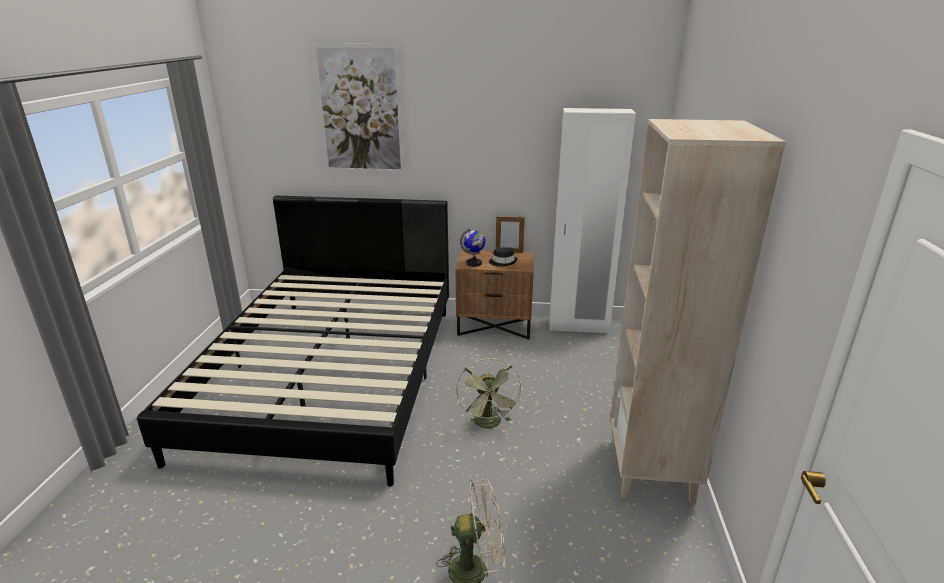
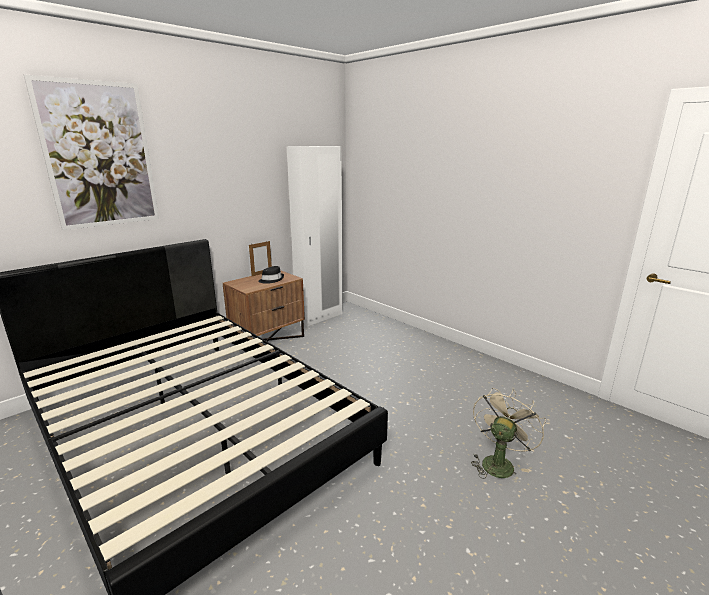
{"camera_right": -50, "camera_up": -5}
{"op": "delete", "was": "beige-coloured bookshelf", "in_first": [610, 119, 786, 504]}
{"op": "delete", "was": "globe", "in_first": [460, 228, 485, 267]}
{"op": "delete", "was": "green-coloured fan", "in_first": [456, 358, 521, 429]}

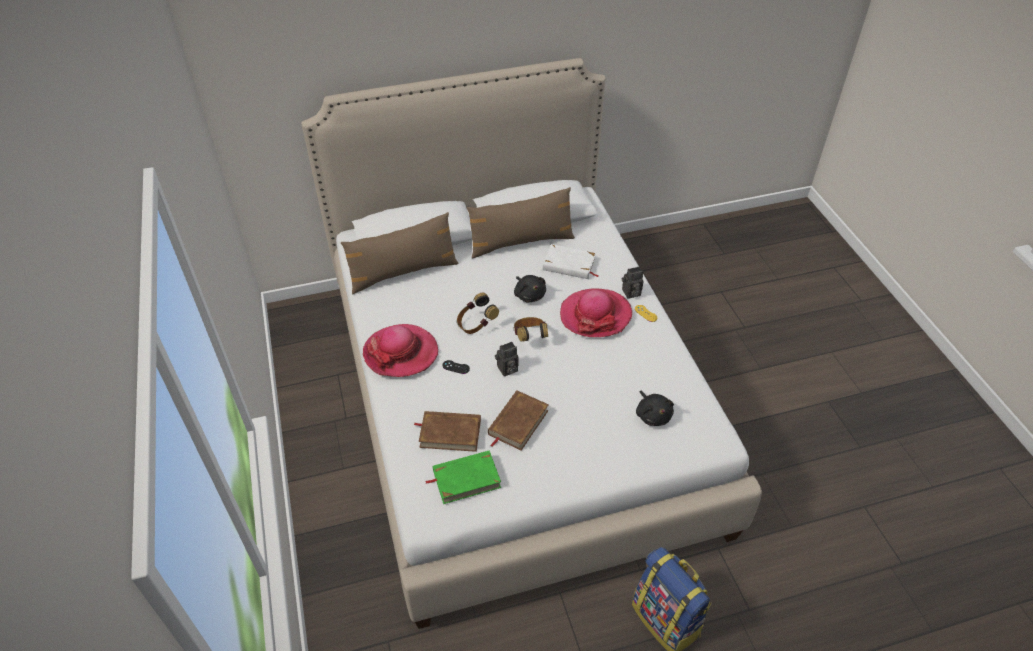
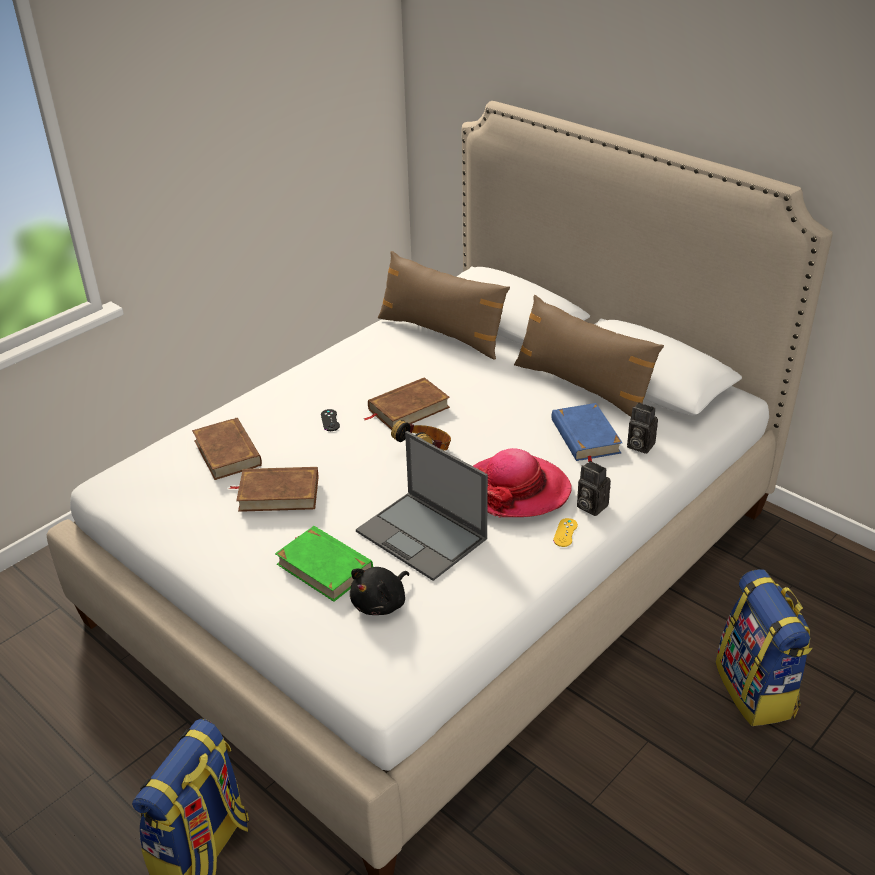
{"camera_right": 60, "camera_up": -10}
{"op": "recolor", "was": "white book", "now": "blue-coloured book", "in_first": [543, 244, 598, 279], "in_second": [552, 403, 622, 462]}
{"op": "delete", "was": "blackish cuddly toy", "in_first": [514, 275, 546, 302]}
{"op": "replace", "was": "headset", "now": "brown book", "in_first": [457, 293, 499, 334], "in_second": [364, 377, 450, 430]}
{"op": "delete", "was": "hat", "in_first": [363, 324, 438, 377]}
{"op": "move", "was": "still camera", "in_first": [495, 342, 519, 376], "in_second": [627, 403, 658, 454]}
{"op": "move", "was": "green-coloured book", "in_first": [425, 451, 501, 504], "in_second": [275, 526, 373, 602]}
{"op": "insert", "now": "laptop", "in_second": [356, 431, 488, 581]}
{"op": "insert", "now": "backpack", "in_second": [716, 569, 813, 726]}

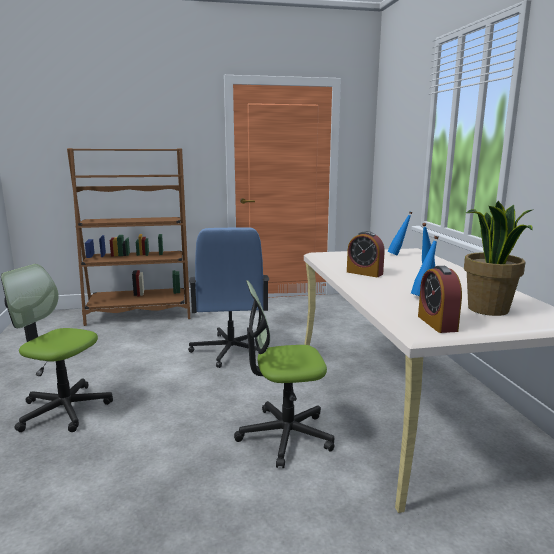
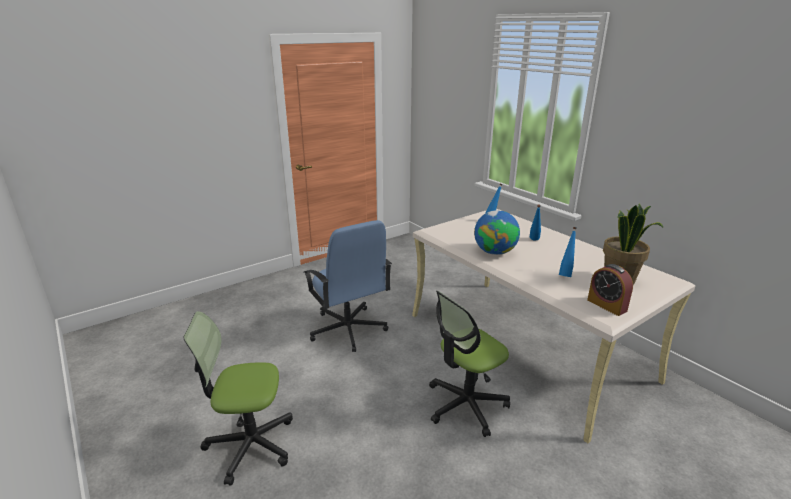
{"camera_right": -25, "camera_up": 10}
{"op": "delete", "was": "brown bookshelf", "in_first": [67, 148, 190, 326]}
{"op": "replace", "was": "alarm clock", "now": "globe", "in_first": [347, 231, 385, 277], "in_second": [474, 210, 520, 255]}

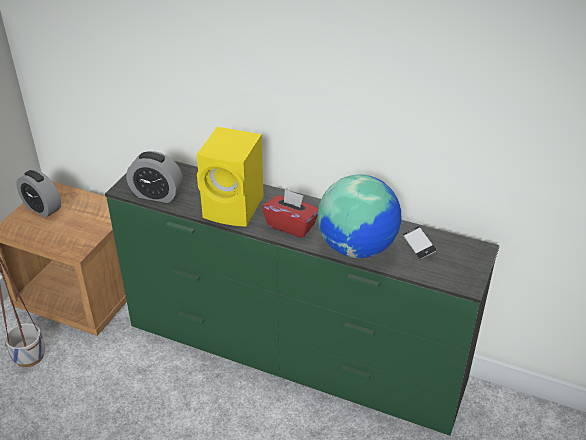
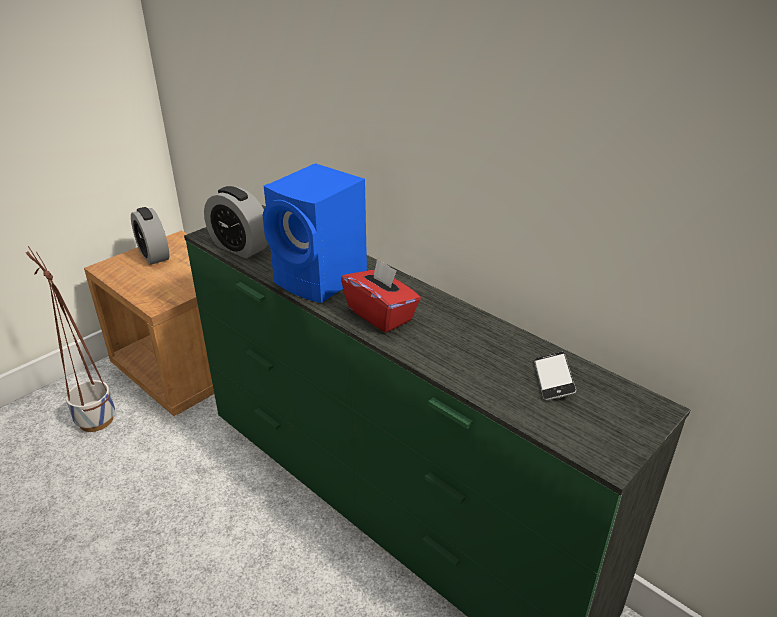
{"camera_right": 20, "camera_up": -5}
{"op": "recolor", "was": "yellow-coloured audio speaker", "now": "blue-coloured audio speaker", "in_first": [197, 127, 264, 227], "in_second": [263, 163, 367, 303]}
{"op": "delete", "was": "globe", "in_first": [317, 174, 401, 258]}

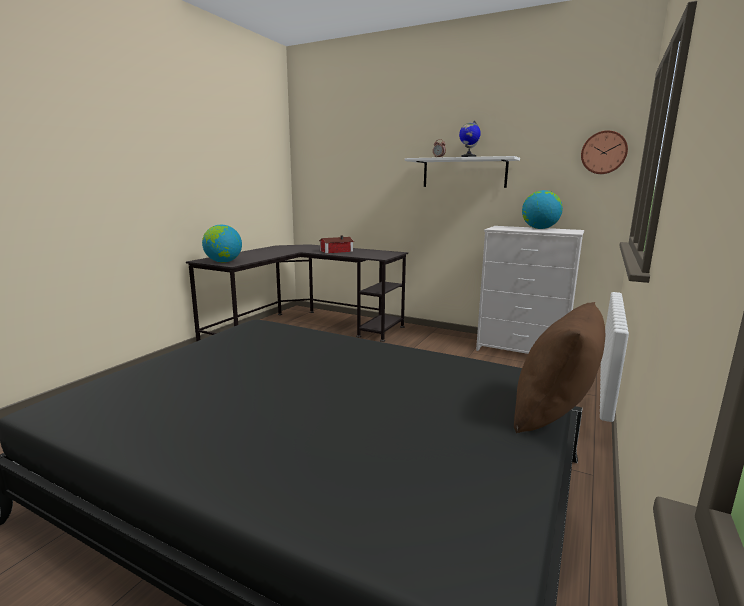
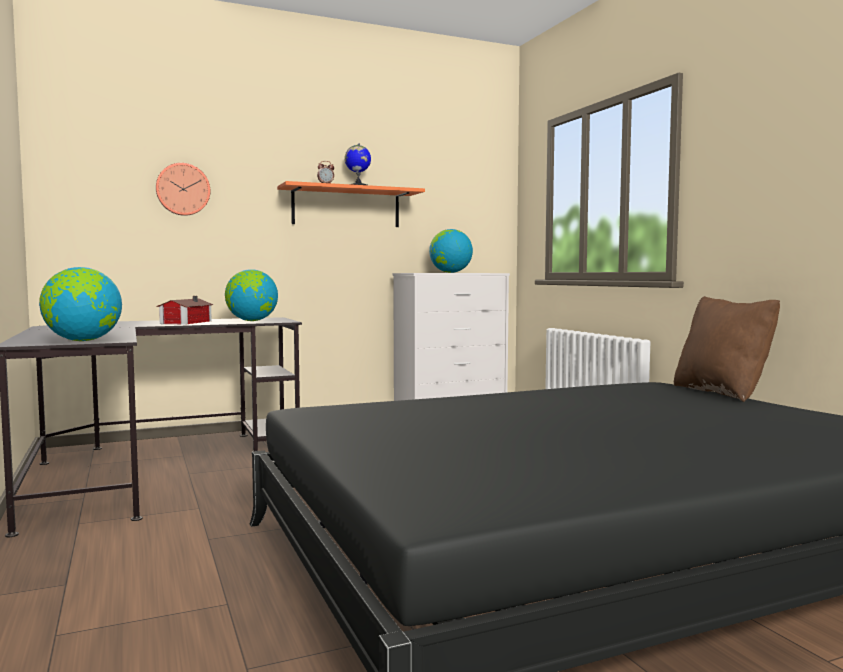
{"camera_right": -50, "camera_up": -10}
{"op": "move", "was": "hanging clock", "in_first": [581, 130, 628, 174], "in_second": [156, 163, 210, 216]}
{"op": "recolor", "was": "white shelf", "now": "orangey shelf", "in_first": [405, 156, 520, 188], "in_second": [277, 181, 425, 227]}
{"op": "insert", "now": "globe", "in_second": [225, 269, 278, 321]}

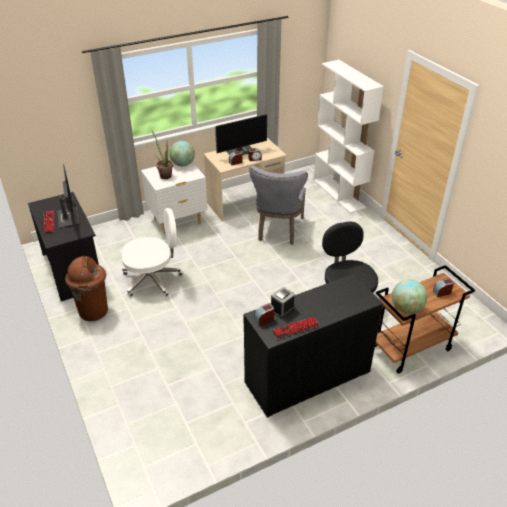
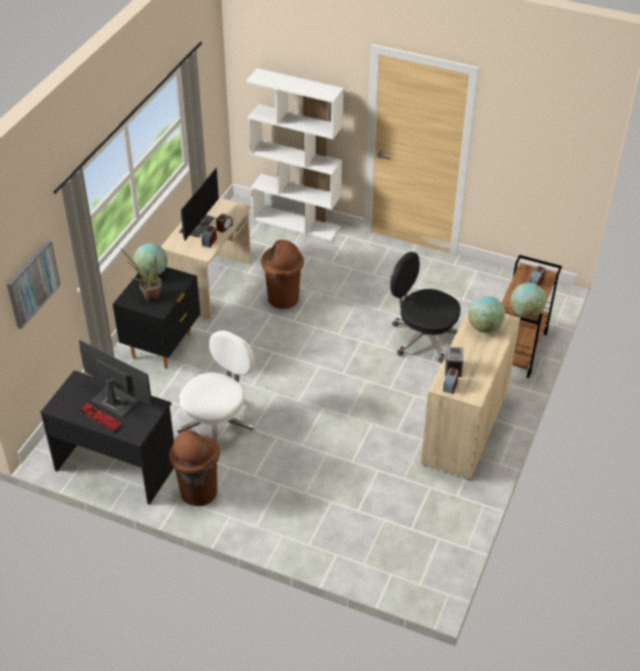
{"camera_right": -40, "camera_up": 5}
{"op": "recolor", "was": "white bedside table", "now": "blackish bedside table", "in_first": [141, 162, 208, 234], "in_second": [113, 267, 200, 369]}
{"op": "replace", "was": "gray upright chair", "now": "brown trash can", "in_first": [249, 166, 308, 245], "in_second": [261, 240, 304, 309]}
{"op": "recolor", "was": "blackish cabinet", "now": "beige-coloured cabinet", "in_first": [244, 274, 383, 418], "in_second": [421, 304, 521, 481]}
{"op": "delete", "was": "PC keyboard", "in_first": [272, 317, 320, 339]}
{"op": "insert", "now": "picture", "in_second": [7, 240, 61, 329]}
{"op": "insert", "now": "globe", "in_second": [468, 296, 505, 333]}

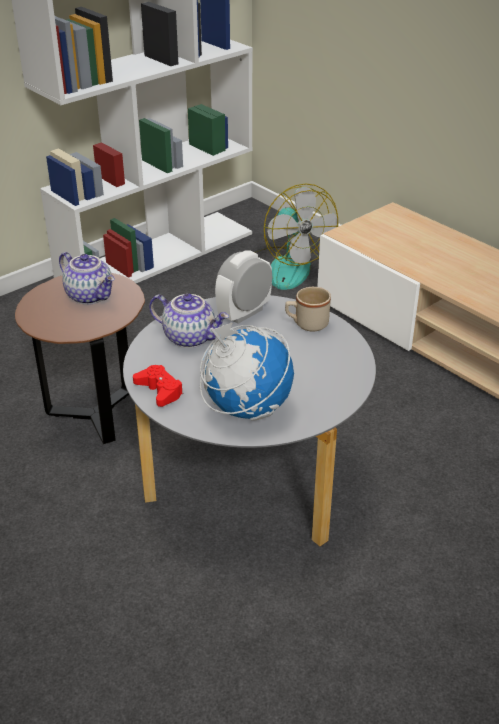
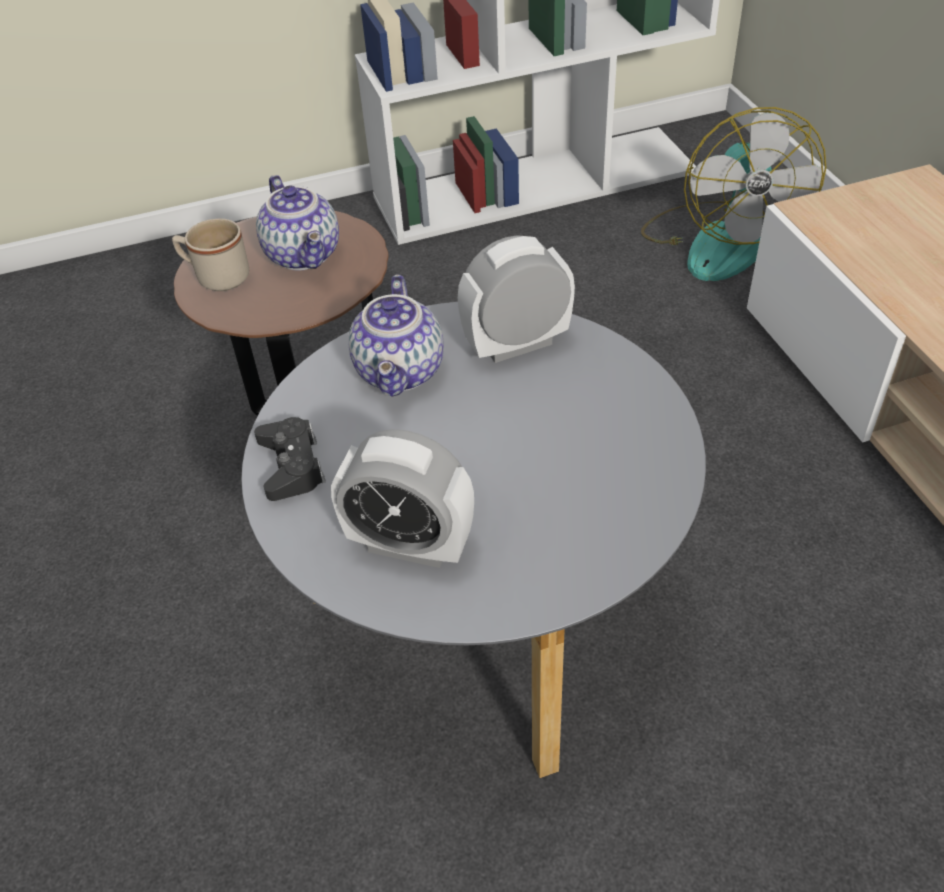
{"camera_right": 25, "camera_up": 10}
{"op": "move", "was": "beige-coloured coffee mug", "in_first": [285, 287, 331, 332], "in_second": [172, 219, 249, 291]}
{"op": "rotate", "was": "tea pot", "in_first": [149, 293, 229, 348], "in_second": [348, 275, 444, 397], "clockwise": 45}
{"op": "replace", "was": "globe", "now": "alarm clock", "in_first": [200, 322, 294, 421], "in_second": [331, 429, 474, 568]}
{"op": "recolor", "was": "red-coloured game controller", "now": "blackish game controller", "in_first": [133, 365, 183, 407], "in_second": [254, 417, 326, 501]}

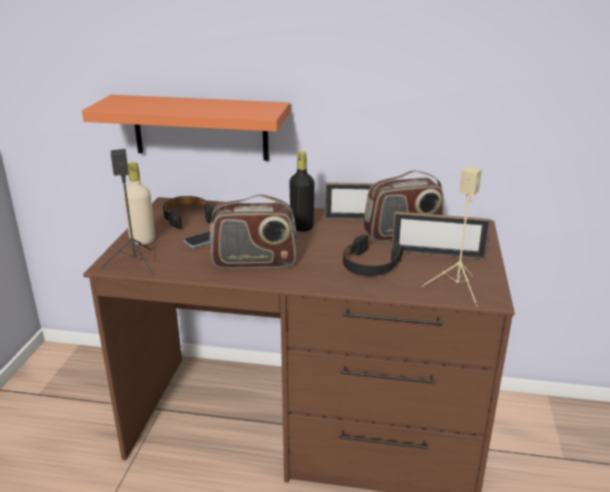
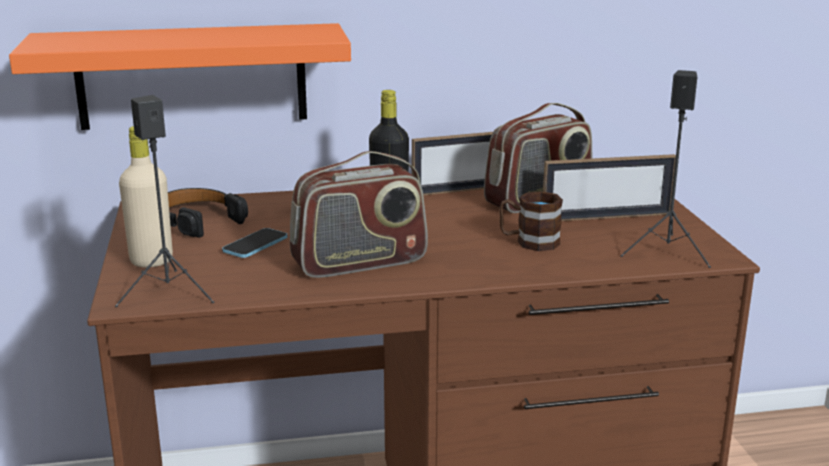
{"camera_right": -20, "camera_up": -5}
{"op": "recolor", "was": "beige-coloured audio speaker", "now": "blackish audio speaker", "in_first": [422, 166, 482, 306], "in_second": [620, 70, 711, 268]}
{"op": "replace", "was": "blackish headset", "now": "brown coffee mug", "in_first": [343, 234, 403, 276], "in_second": [499, 191, 563, 251]}

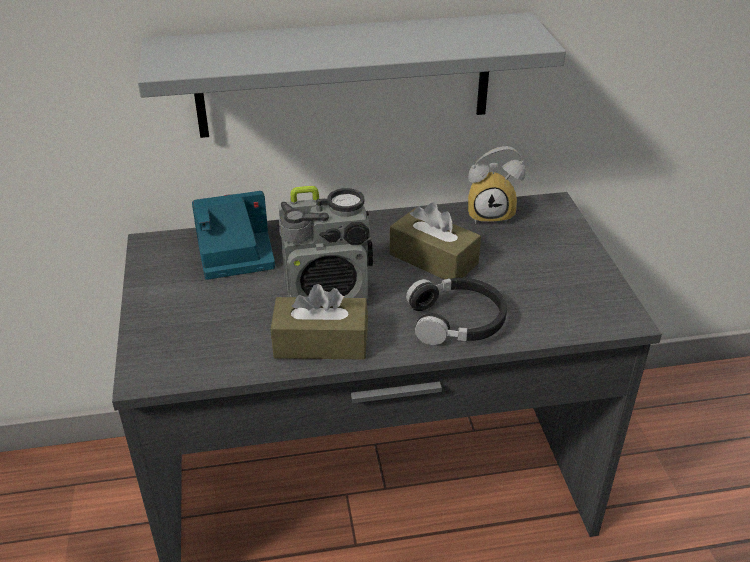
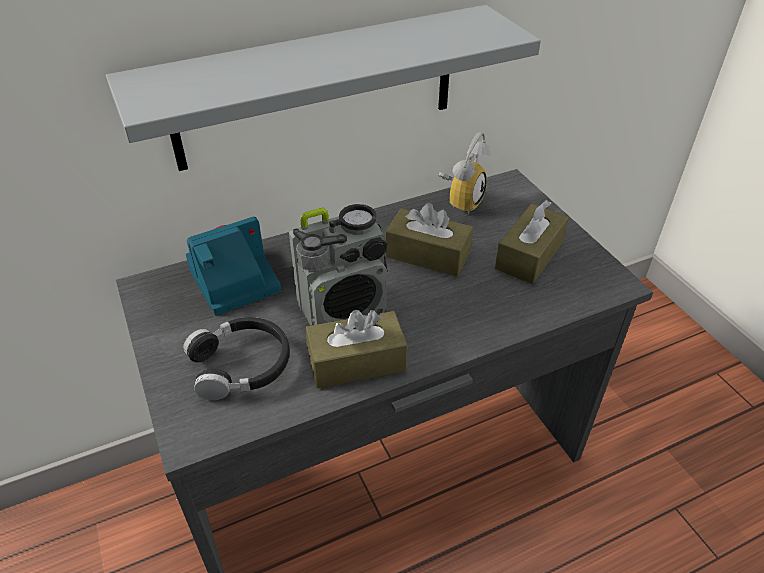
{"camera_right": -15, "camera_up": 5}
{"op": "rotate", "was": "alarm clock", "in_first": [468, 146, 526, 224], "in_second": [439, 132, 491, 214], "clockwise": -45}
{"op": "move", "was": "blackish headset", "in_first": [406, 278, 507, 345], "in_second": [183, 317, 290, 400]}
{"op": "insert", "now": "brown tissue box", "in_second": [495, 200, 569, 284]}

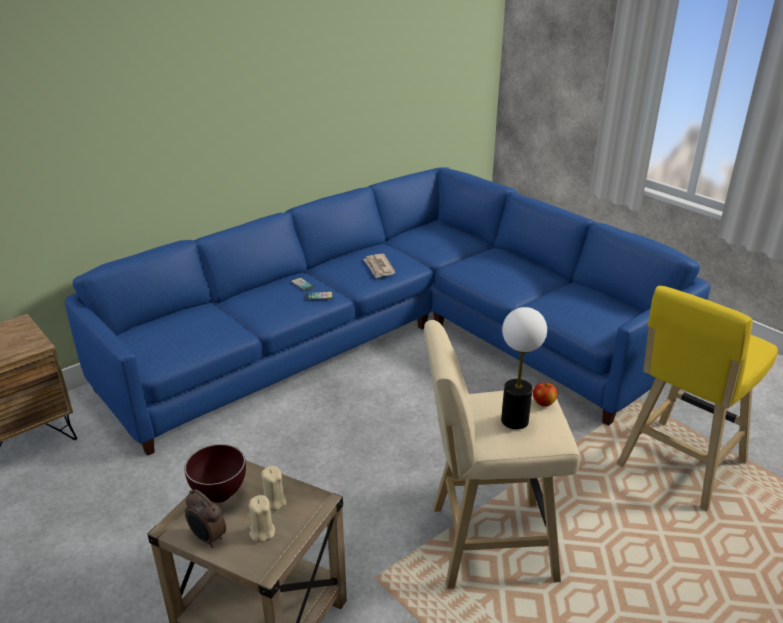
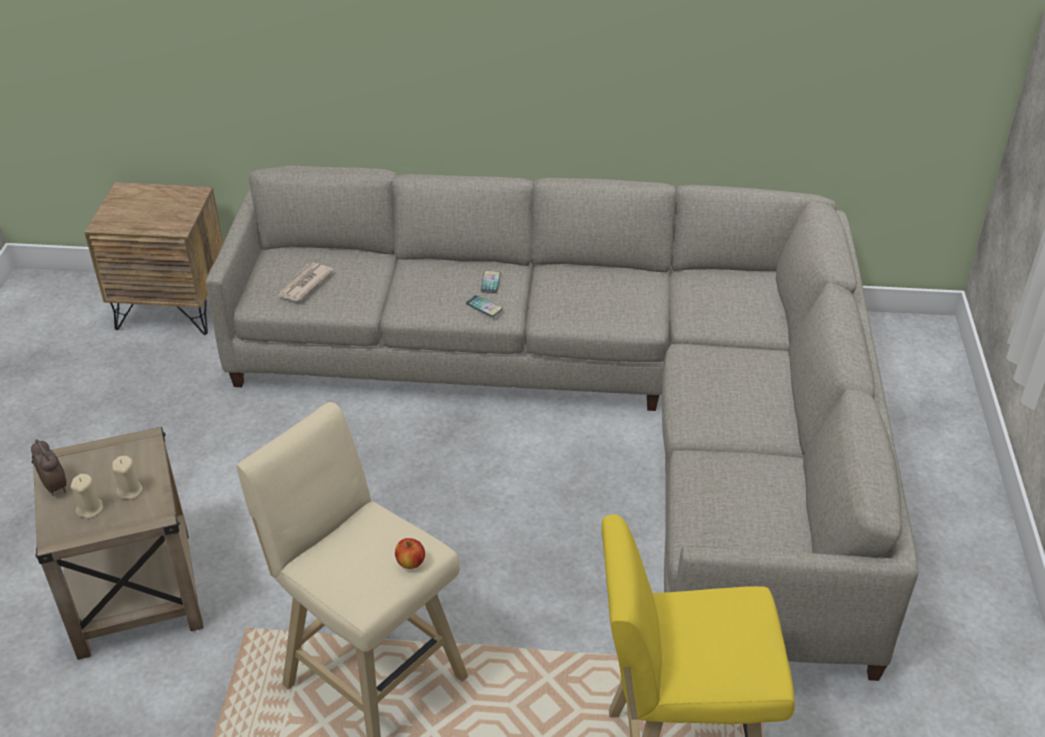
{"camera_right": 45, "camera_up": 10}
{"op": "recolor", "was": "blue-coloured couch", "now": "gray couch", "in_first": [65, 167, 711, 456], "in_second": [206, 165, 918, 681]}
{"op": "move", "was": "daily paper", "in_first": [363, 254, 396, 278], "in_second": [276, 263, 334, 301]}
{"op": "delete", "was": "lamp for a table", "in_first": [501, 307, 547, 429]}
{"op": "delete", "was": "brown bowl", "in_first": [184, 444, 246, 503]}
{"op": "rotate", "was": "alarm clock", "in_first": [185, 489, 226, 548], "in_second": [31, 439, 67, 496], "clockwise": 150}

